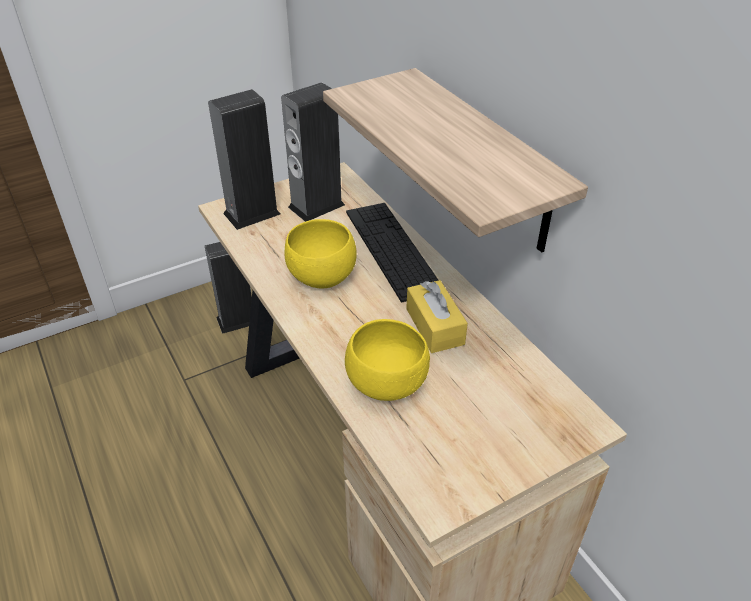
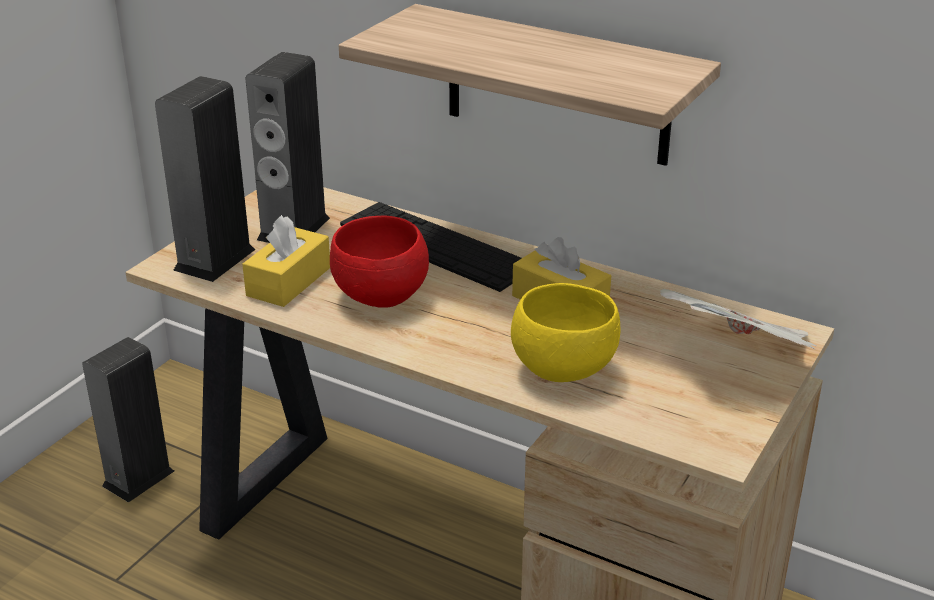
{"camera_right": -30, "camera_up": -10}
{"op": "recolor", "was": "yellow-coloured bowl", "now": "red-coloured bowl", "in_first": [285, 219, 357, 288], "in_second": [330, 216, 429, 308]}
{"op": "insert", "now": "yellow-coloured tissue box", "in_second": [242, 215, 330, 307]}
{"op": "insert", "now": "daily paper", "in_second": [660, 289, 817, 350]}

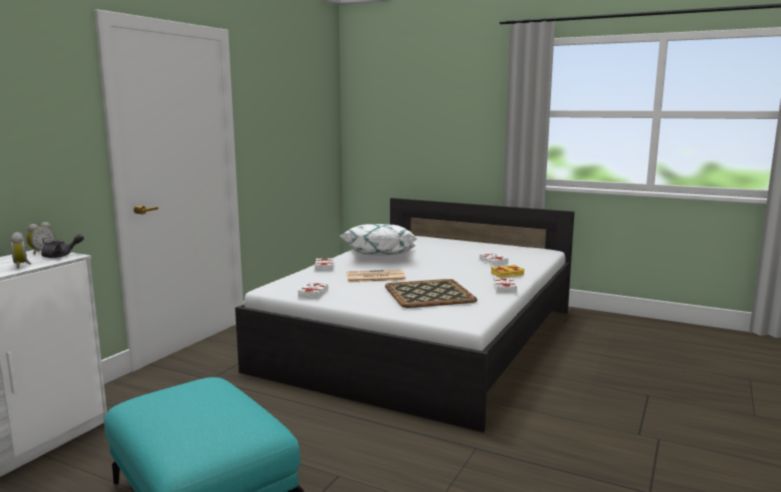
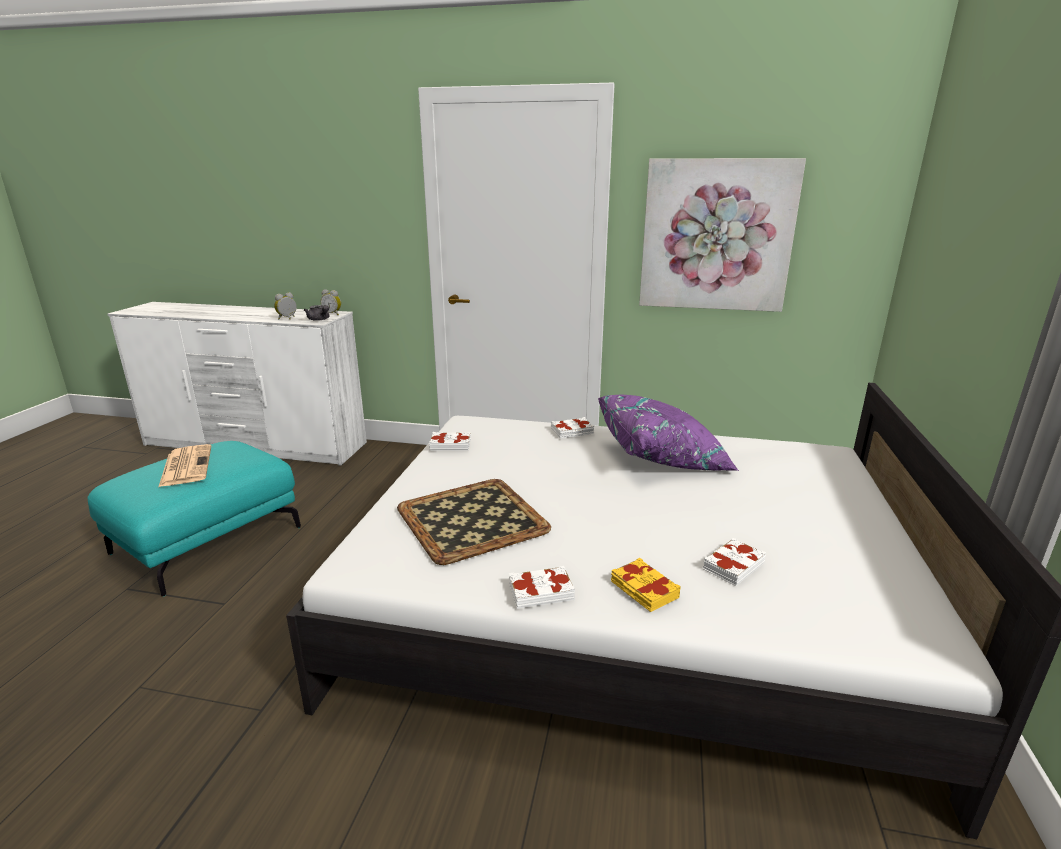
{"camera_right": 75, "camera_up": 10}
{"op": "recolor", "was": "white throw pillow", "now": "purple-coloured throw pillow", "in_first": [340, 224, 418, 256], "in_second": [598, 394, 739, 471]}
{"op": "move", "was": "daily paper", "in_first": [346, 270, 406, 282], "in_second": [159, 444, 211, 487]}
{"op": "insert", "now": "picture", "in_second": [639, 158, 806, 312]}

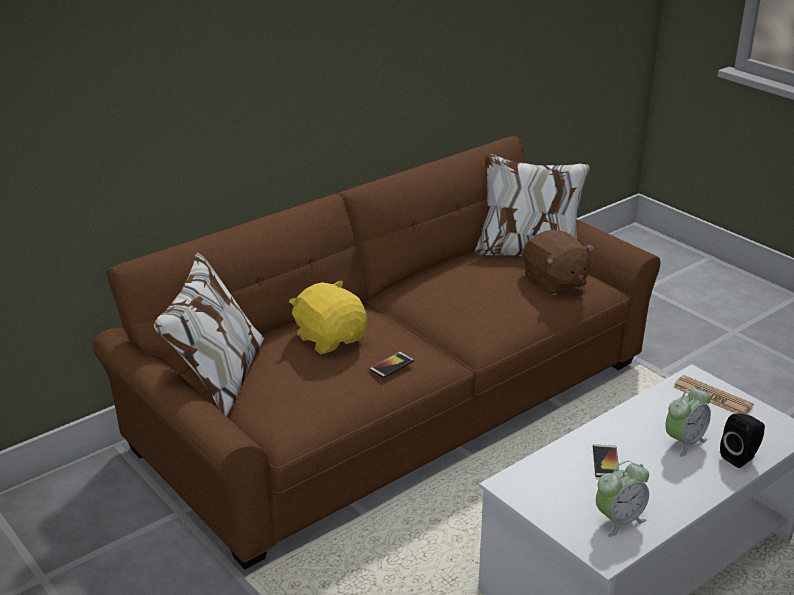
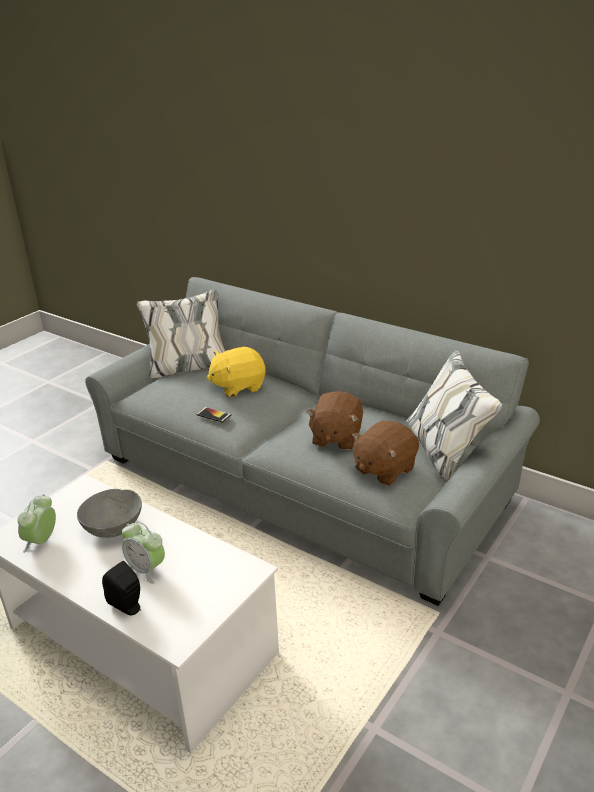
{"camera_right": 75, "camera_up": 0}
{"op": "recolor", "was": "brown couch", "now": "gray couch", "in_first": [93, 136, 661, 569], "in_second": [85, 277, 540, 606]}
{"op": "rotate", "was": "yellow-coloured cuddly toy", "in_first": [289, 280, 367, 354], "in_second": [207, 347, 266, 397], "clockwise": -150}
{"op": "delete", "was": "daily paper", "in_first": [673, 375, 754, 414]}
{"op": "replace", "was": "telephone", "now": "gray bowl", "in_first": [593, 444, 619, 477], "in_second": [77, 489, 142, 538]}
{"op": "rotate", "was": "alarm clock", "in_first": [596, 461, 649, 537], "in_second": [17, 494, 56, 553], "clockwise": 60}
{"op": "insert", "now": "brown cuddly toy", "in_second": [306, 391, 363, 450]}

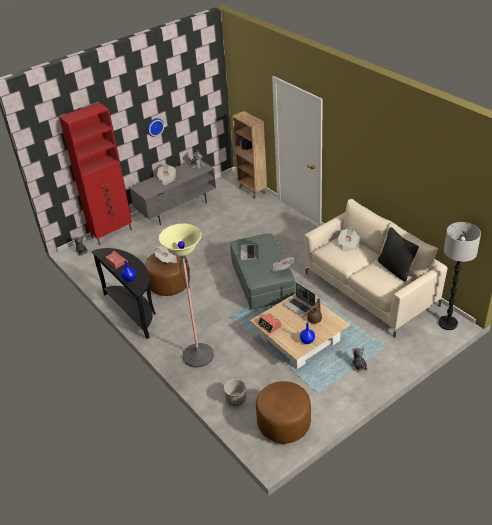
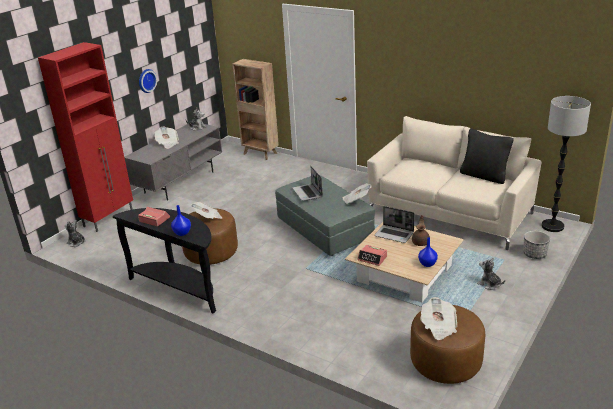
{"camera_right": -20, "camera_up": -10}
{"op": "delete", "was": "floor lamp", "in_first": [158, 224, 214, 368]}
{"op": "move", "was": "daily paper", "in_first": [338, 227, 360, 252], "in_second": [420, 297, 457, 340]}
{"op": "move", "was": "plant pot", "in_first": [224, 379, 246, 406], "in_second": [523, 231, 550, 259]}

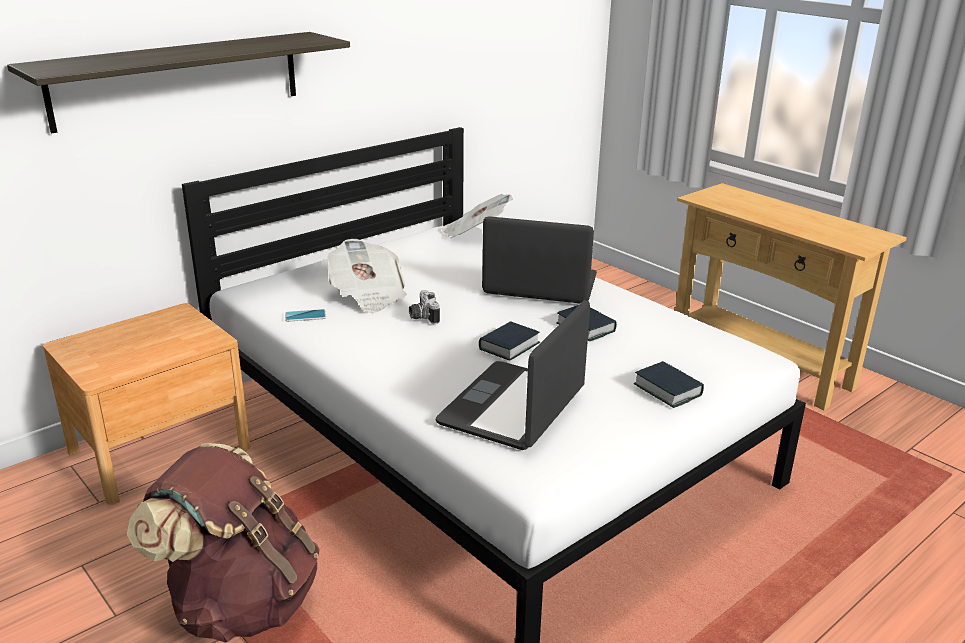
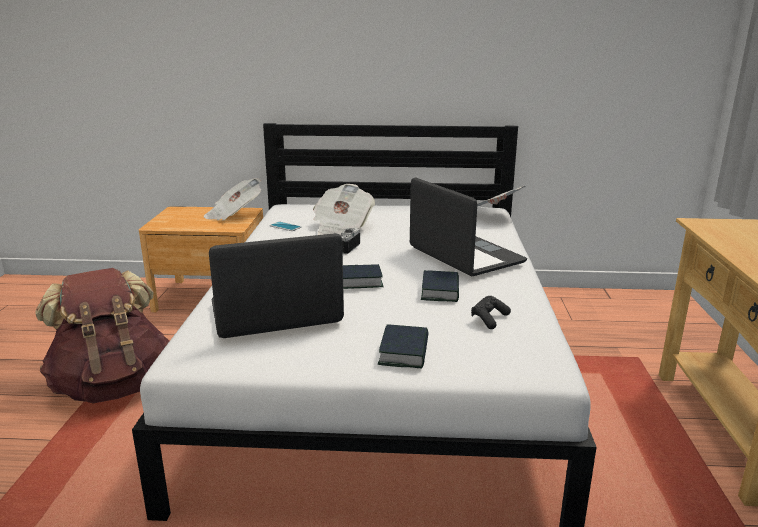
{"camera_right": 45, "camera_up": -5}
{"op": "delete", "was": "shelf", "in_first": [7, 32, 350, 134]}
{"op": "insert", "now": "daily paper", "in_second": [204, 178, 261, 221]}
{"op": "insert", "now": "blackish game controller", "in_second": [471, 296, 511, 329]}

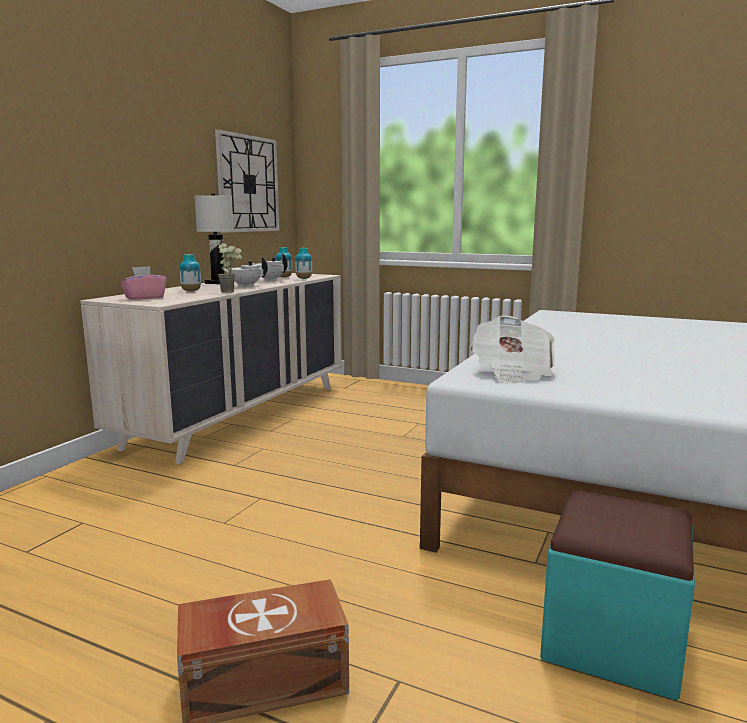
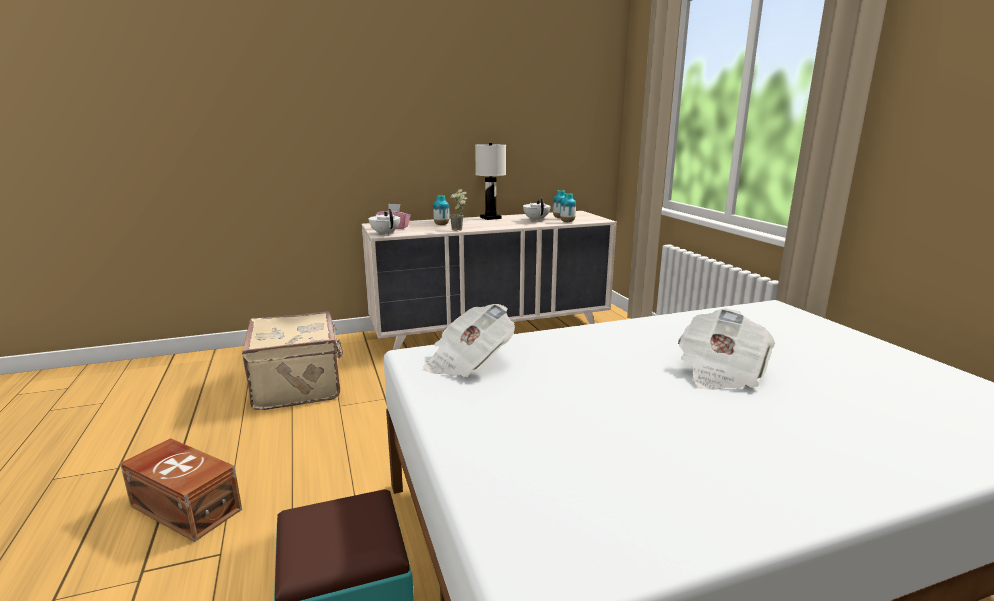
{"camera_right": 45, "camera_up": 5}
{"op": "delete", "was": "hanging clock", "in_first": [215, 129, 280, 233]}
{"op": "move", "was": "white tea pot", "in_first": [223, 257, 268, 287], "in_second": [368, 209, 400, 236]}
{"op": "insert", "now": "daily paper", "in_second": [678, 309, 775, 390]}
{"op": "insert", "now": "beige-coloured piece of luggage", "in_second": [242, 311, 343, 410]}

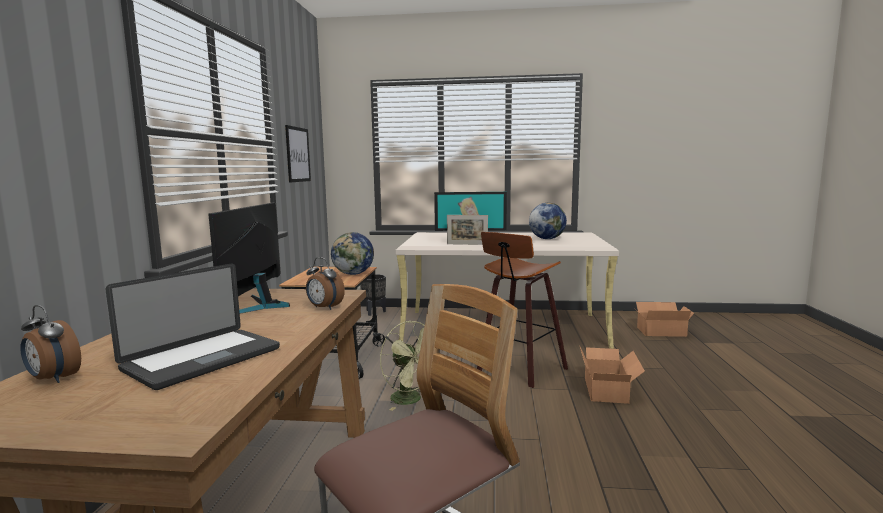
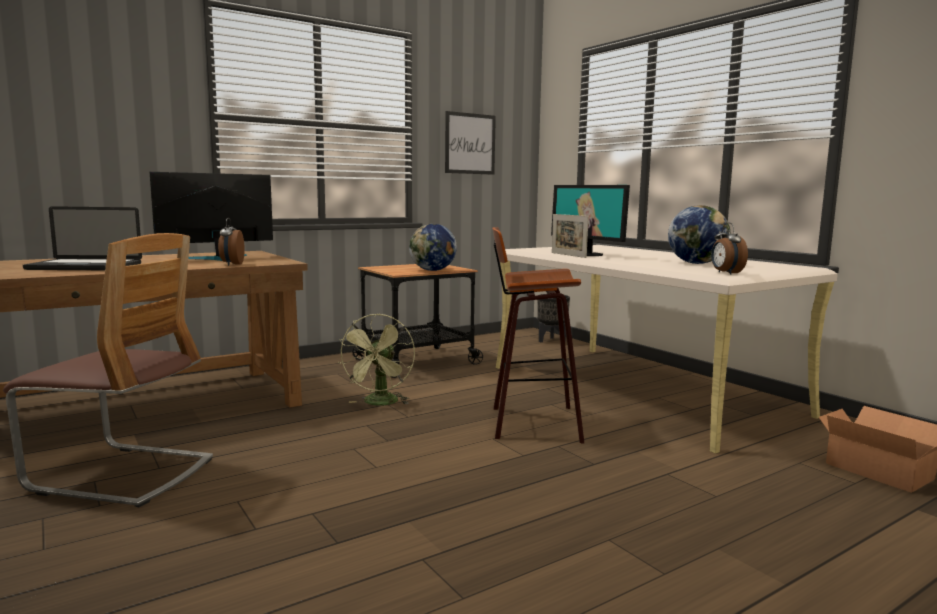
{"camera_right": 50, "camera_up": 0}
{"op": "move", "was": "alarm clock", "in_first": [20, 305, 81, 383], "in_second": [711, 223, 748, 275]}
{"op": "delete", "was": "cardboard box", "in_first": [580, 347, 645, 404]}

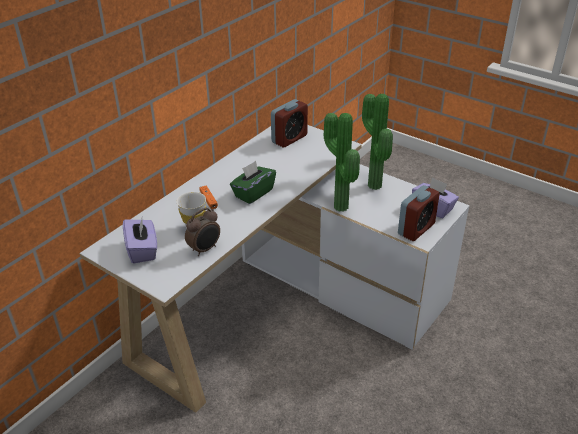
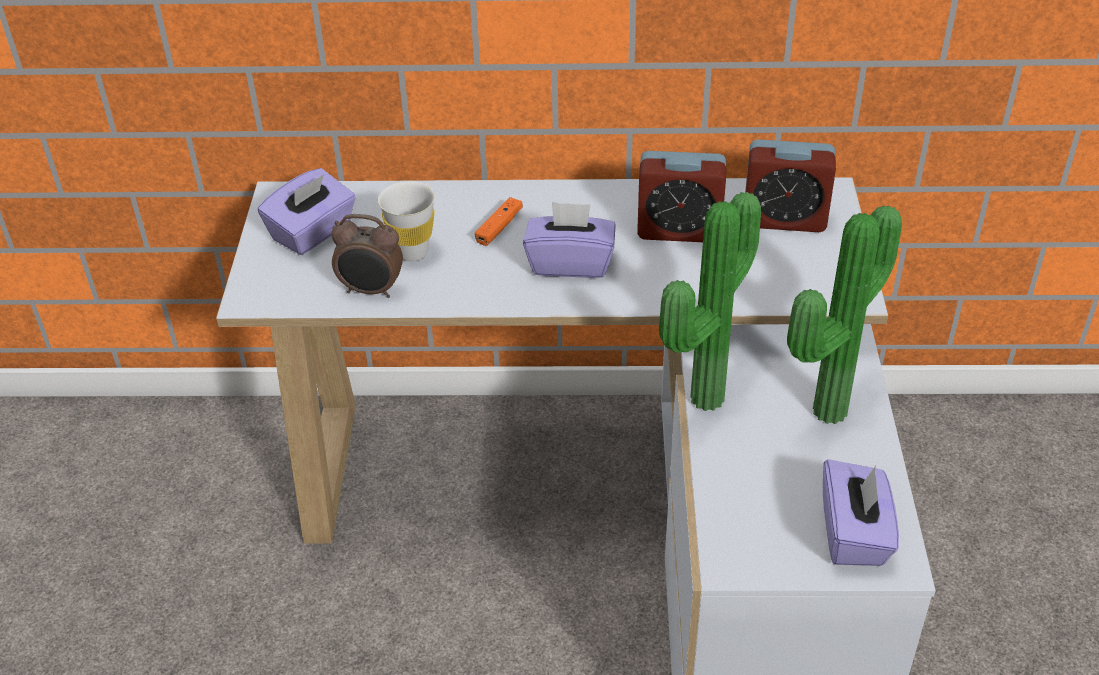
{"camera_right": 55, "camera_up": 5}
{"op": "recolor", "was": "green-coloured tissue box", "now": "purple-coloured tissue box", "in_first": [230, 161, 276, 204], "in_second": [523, 202, 616, 278]}
{"op": "move", "was": "alarm clock", "in_first": [398, 185, 440, 241], "in_second": [637, 151, 726, 242]}

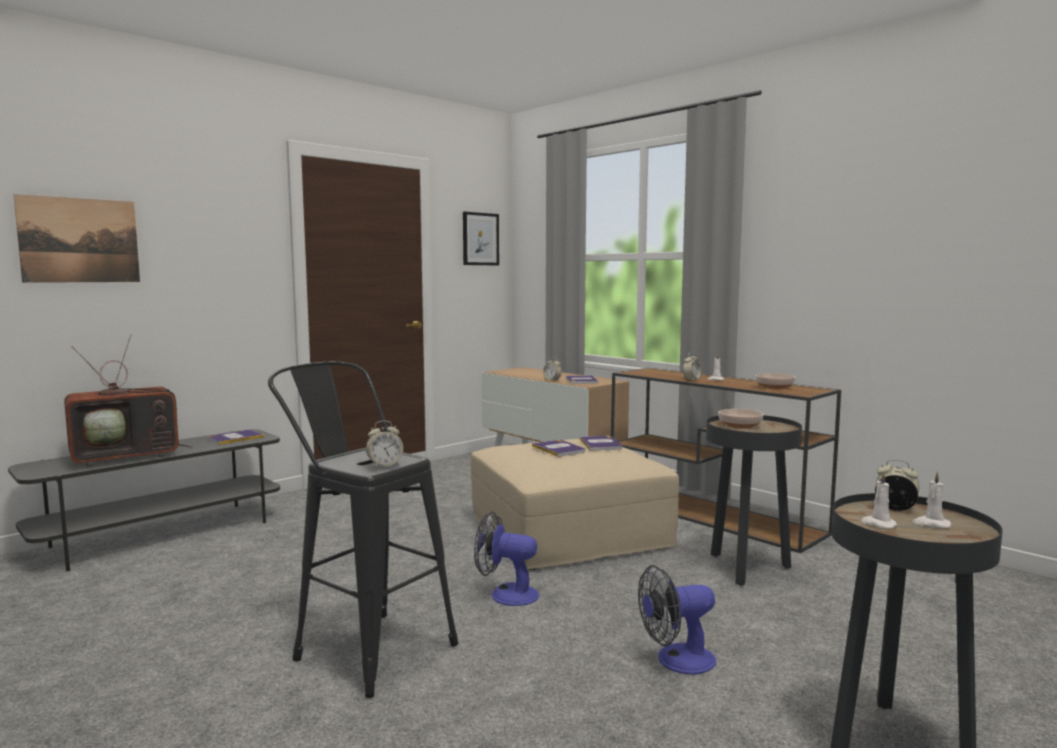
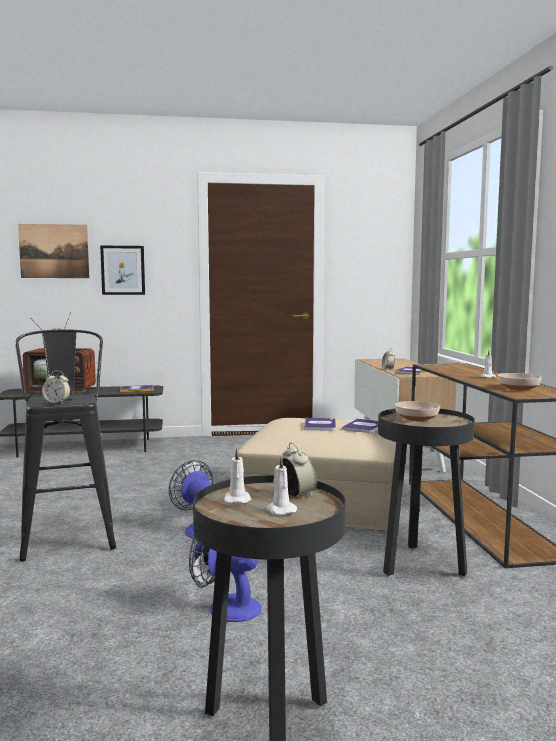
{"camera_right": 35, "camera_up": 0}
{"op": "move", "was": "picture", "in_first": [463, 212, 499, 265], "in_second": [100, 246, 145, 295]}
{"op": "delete", "was": "alarm clock", "in_first": [683, 353, 701, 381]}

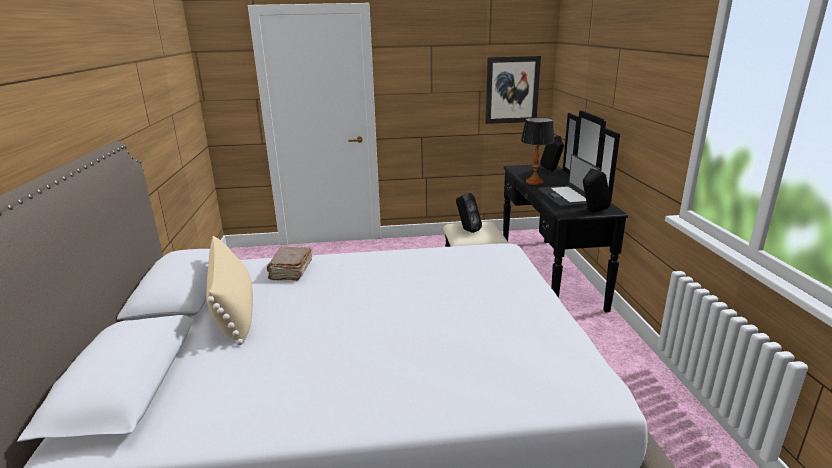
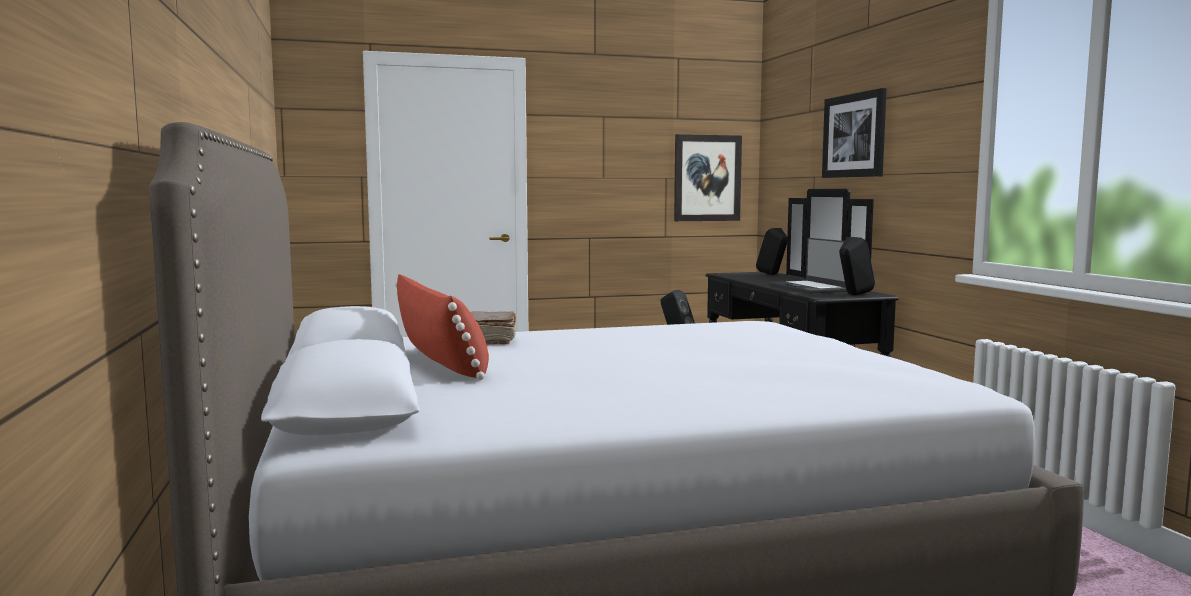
{"camera_right": -10, "camera_up": -15}
{"op": "delete", "was": "lamp for a table", "in_first": [521, 117, 555, 185]}
{"op": "recolor", "was": "beige-coloured throw pillow", "now": "red-coloured throw pillow", "in_first": [206, 236, 253, 345], "in_second": [395, 274, 489, 380]}
{"op": "insert", "now": "picture", "in_second": [822, 88, 887, 178]}

